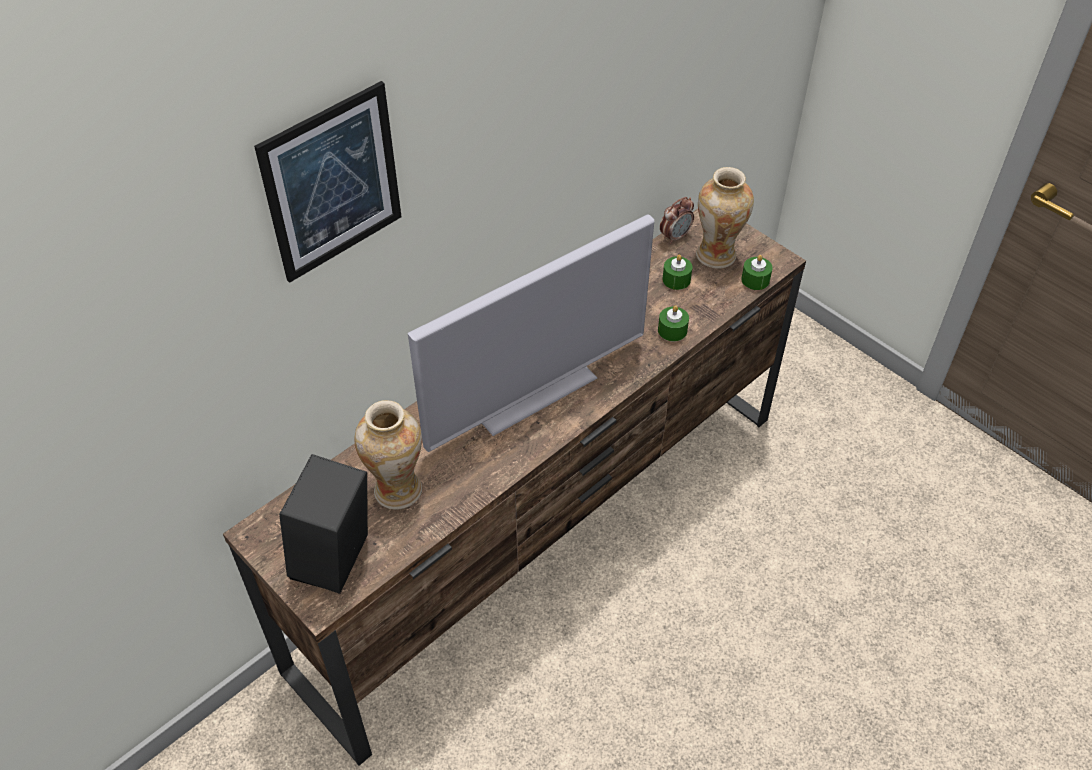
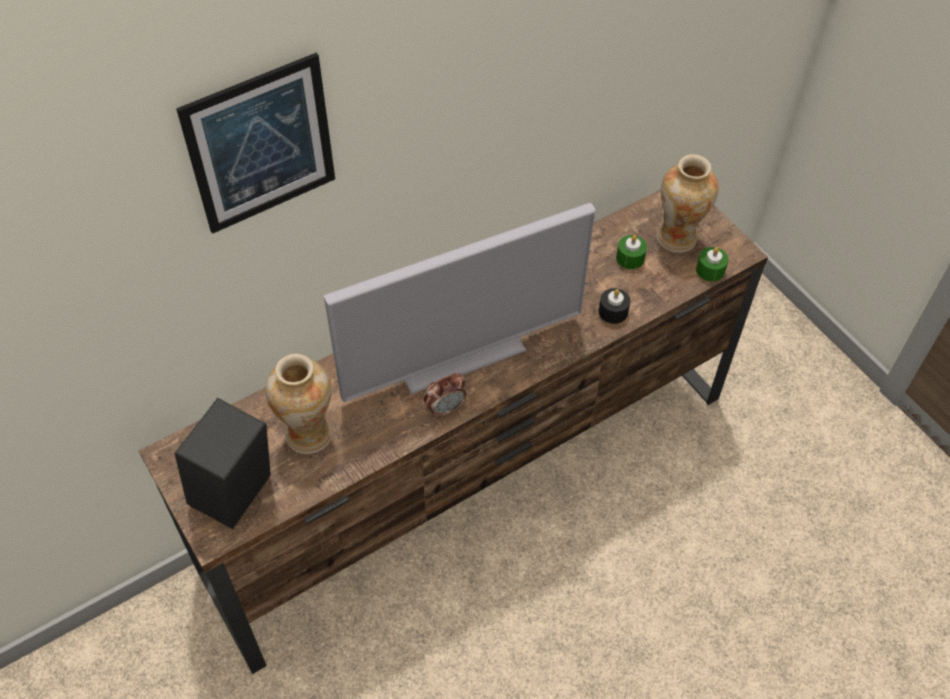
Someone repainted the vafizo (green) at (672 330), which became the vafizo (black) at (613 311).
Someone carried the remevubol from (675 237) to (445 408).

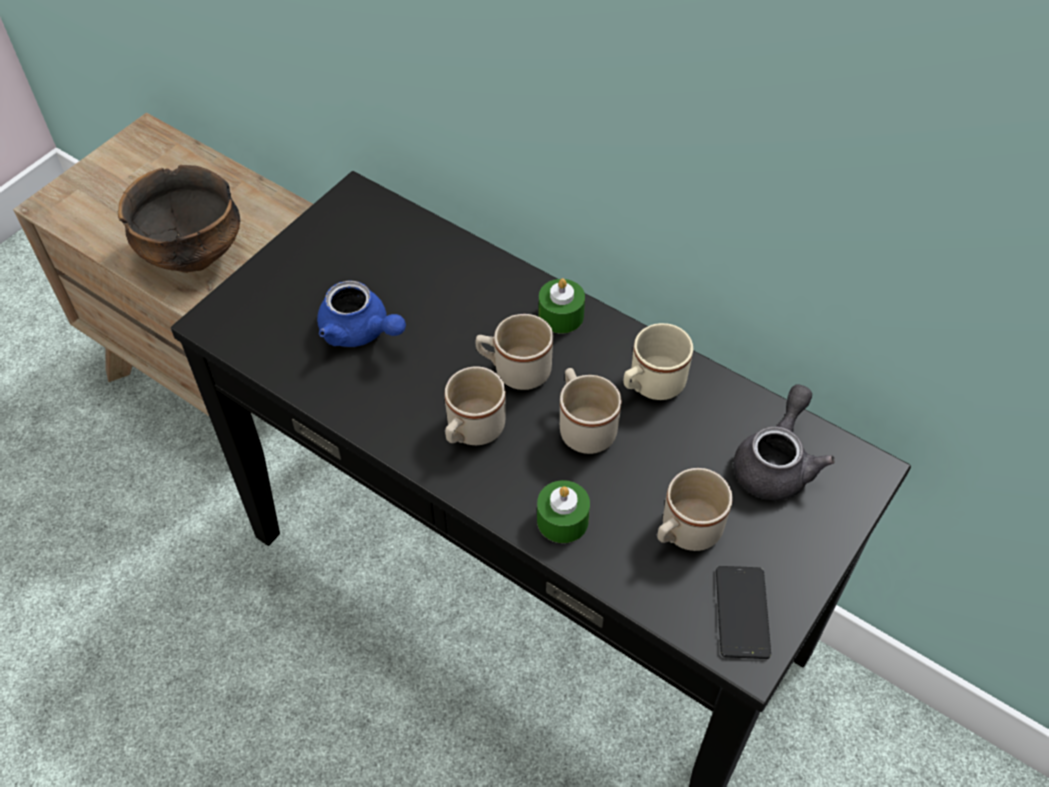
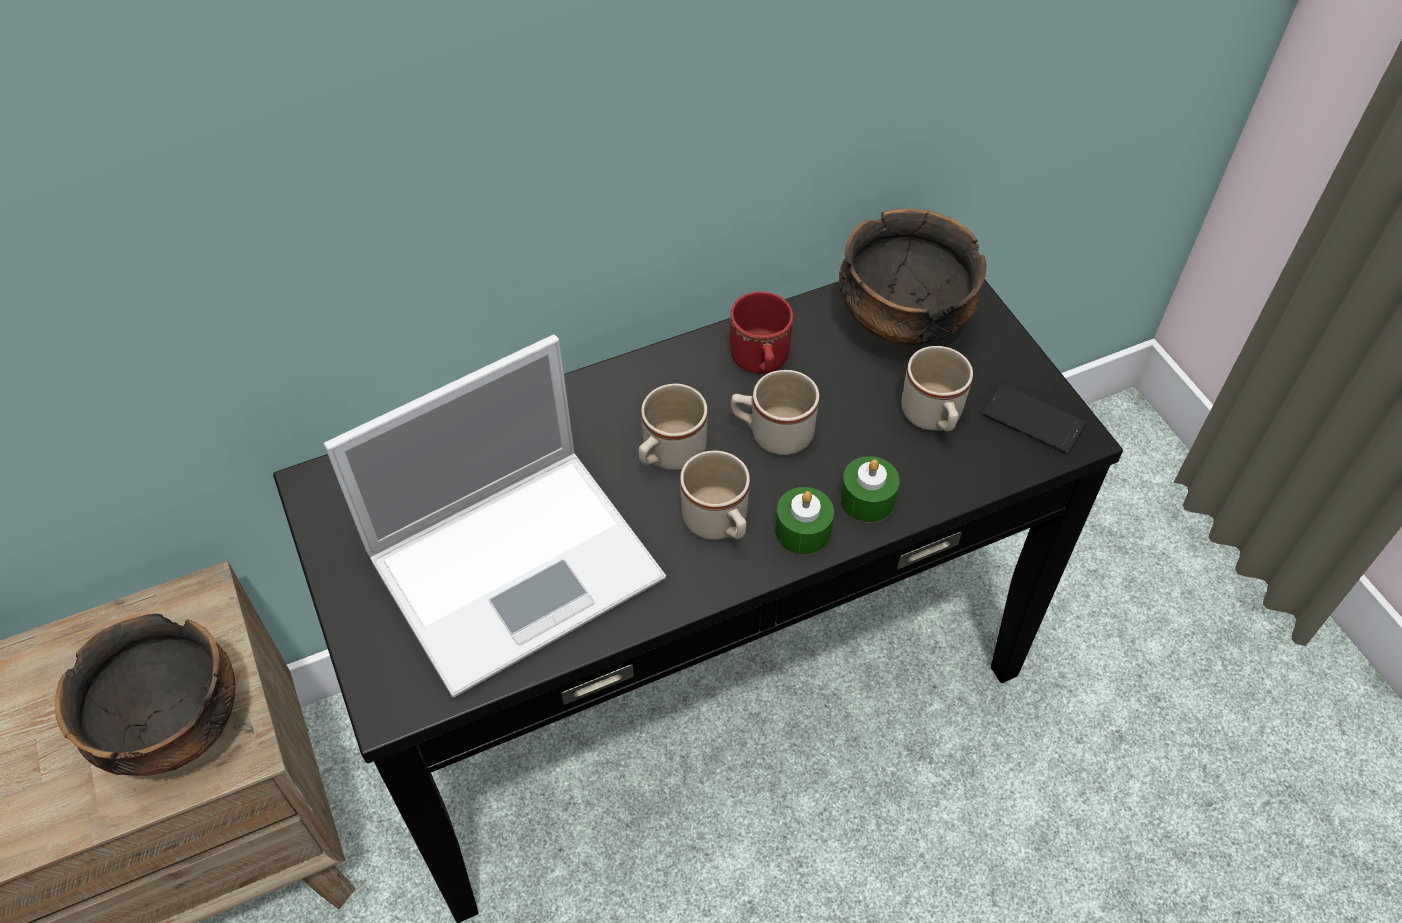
Someone swapped the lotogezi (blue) at (360 332) for the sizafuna at (520 564).
Someone carried the vafizo (green) from (561 315) to (803 530).
Someone repainted the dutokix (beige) at (651 385), which became the dutokix (red) at (760 362).
Someone swapped the lotogezi (grey) at (776 463) for the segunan at (900 321).

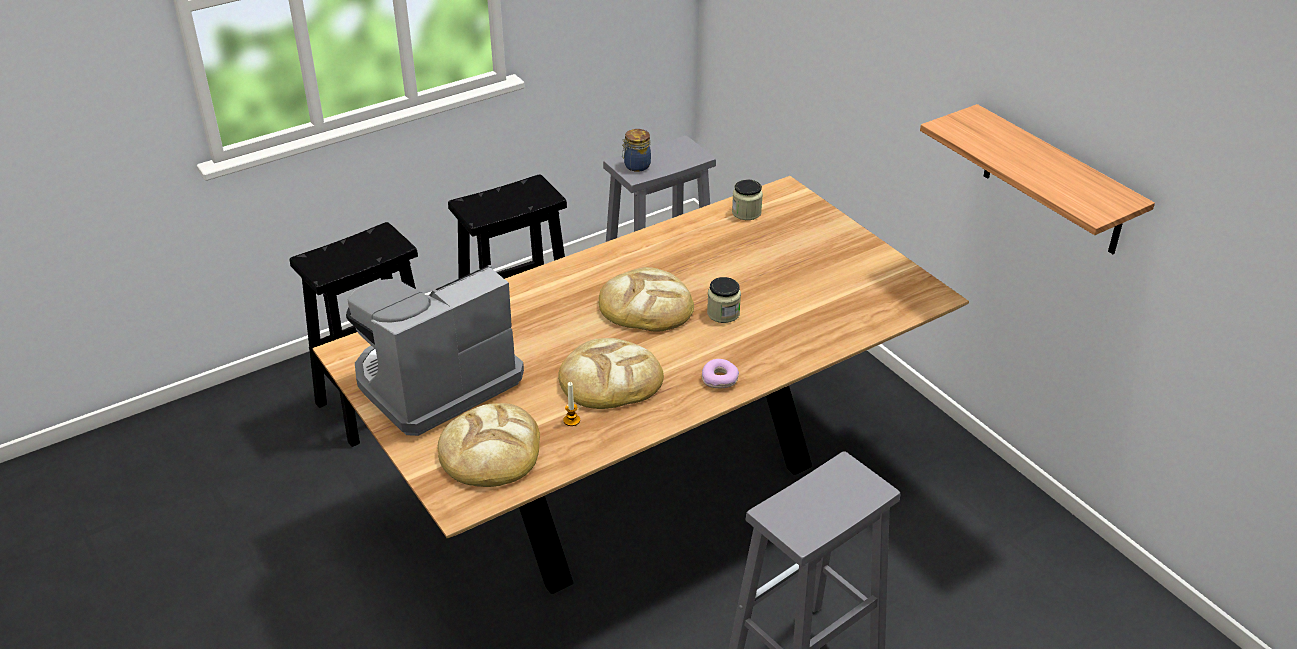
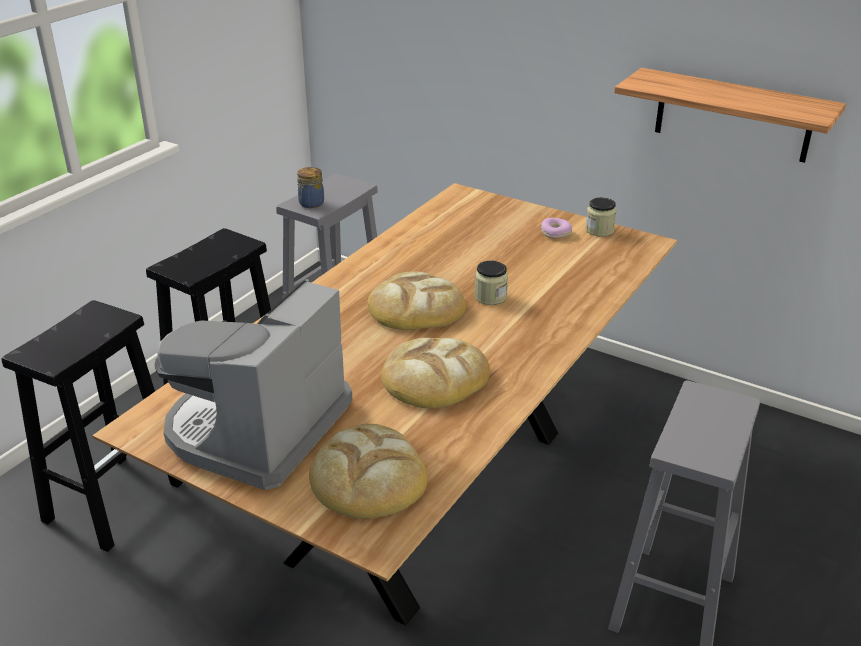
Someone took away the vafizo at (571 420).
Someone carried the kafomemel from (720 379) to (555 233).
Someone carried the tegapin from (746 212) to (599 230).

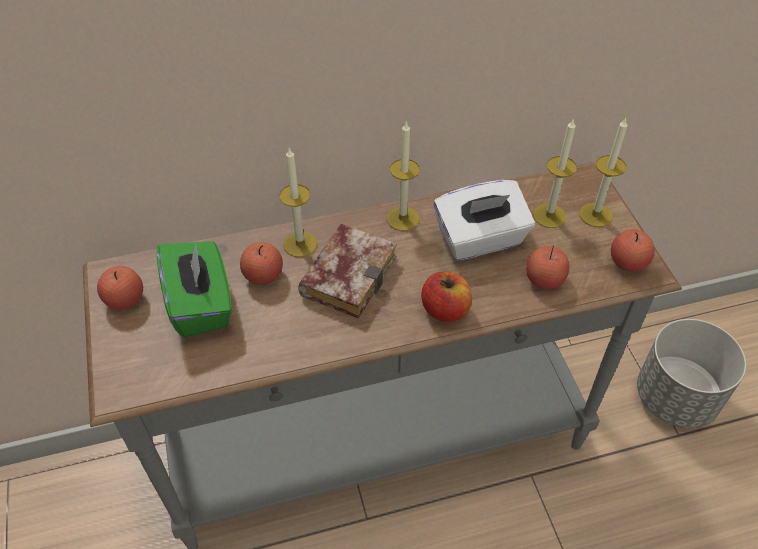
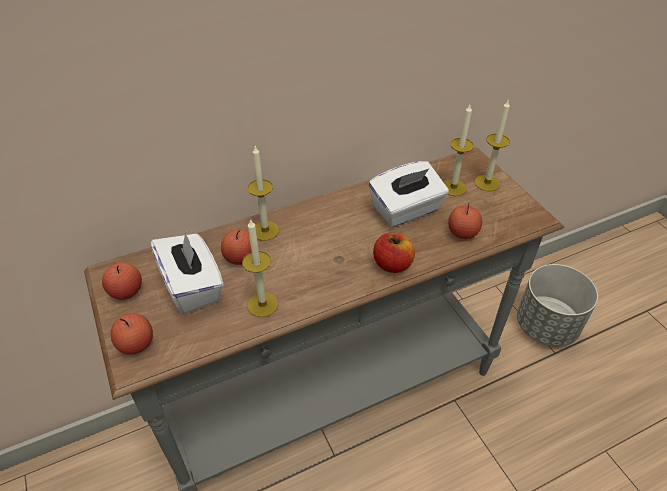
Someone repainted the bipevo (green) at (201 304), which became the bipevo (white) at (192 286).
Someone took away the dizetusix at (348 273).
Someone carried the vafizo from (403 218) to (262 304).
Someone carried the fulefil from (627 262) to (136 344).

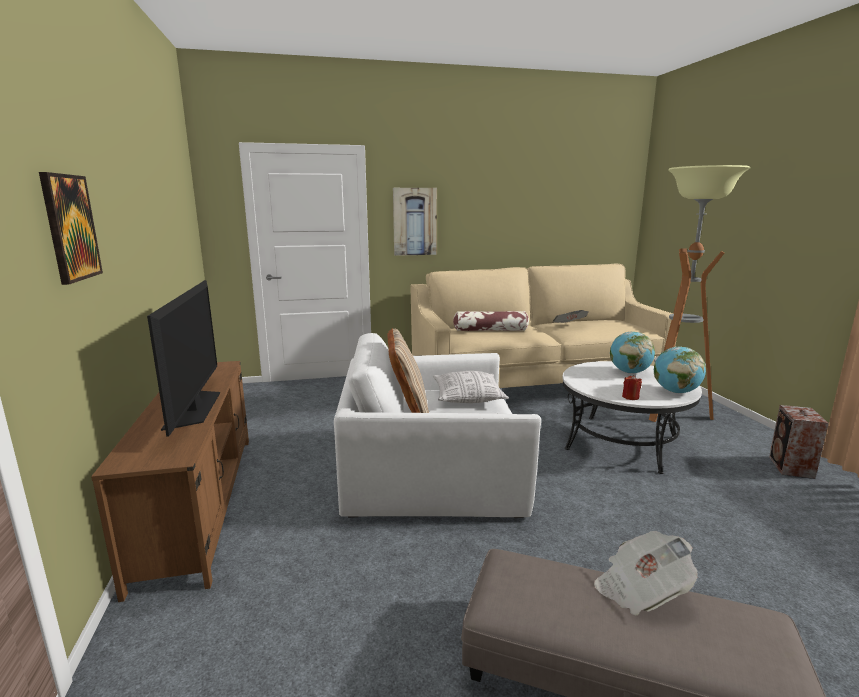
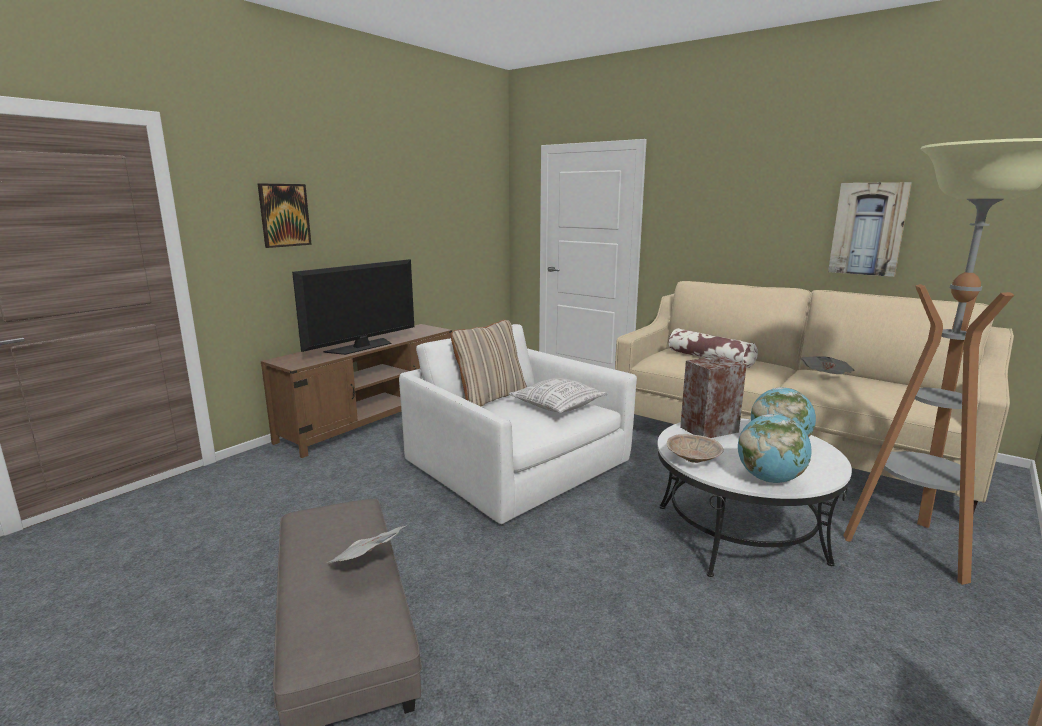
Someone carried the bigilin from (414 221) to (868 229).
Someone swapped the vafizo (red) at (630 397) for the segunan (beige) at (693 460).
Someone carried the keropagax from (791 468) to (707 429).

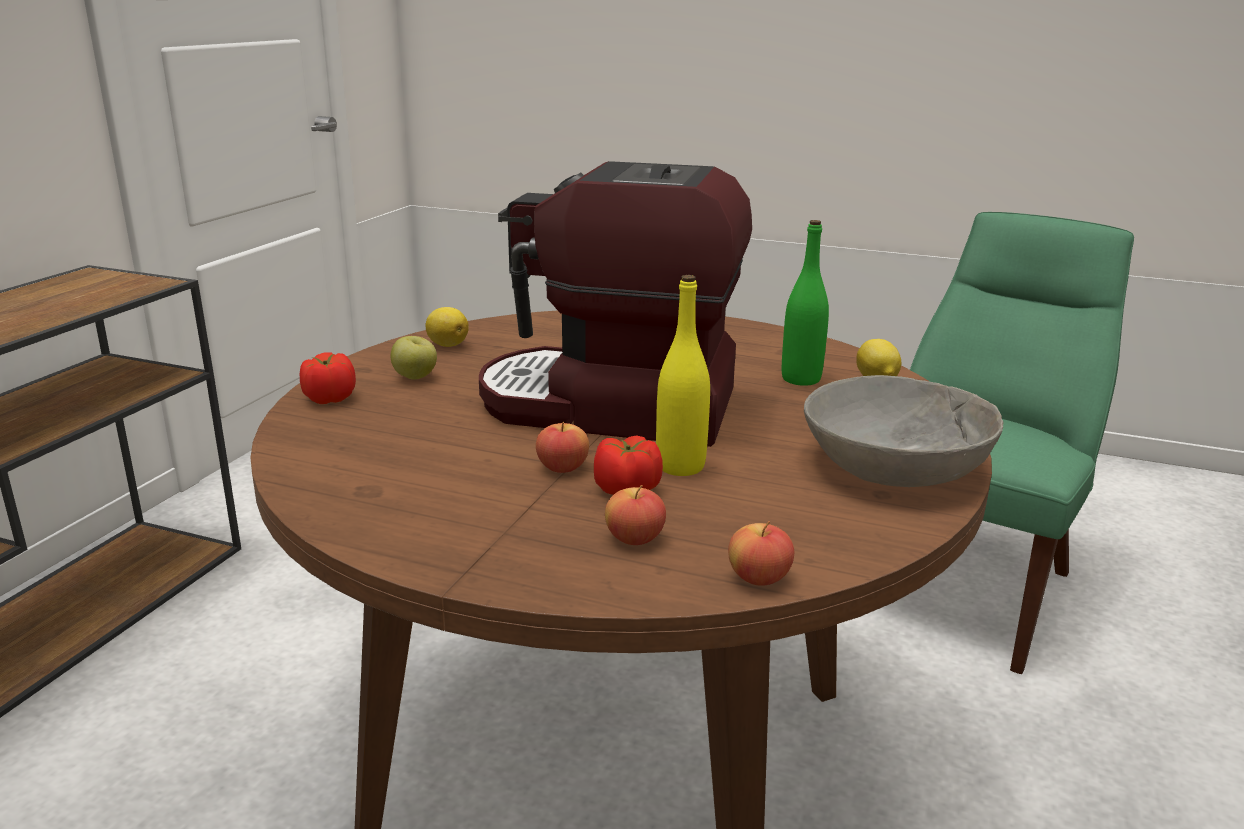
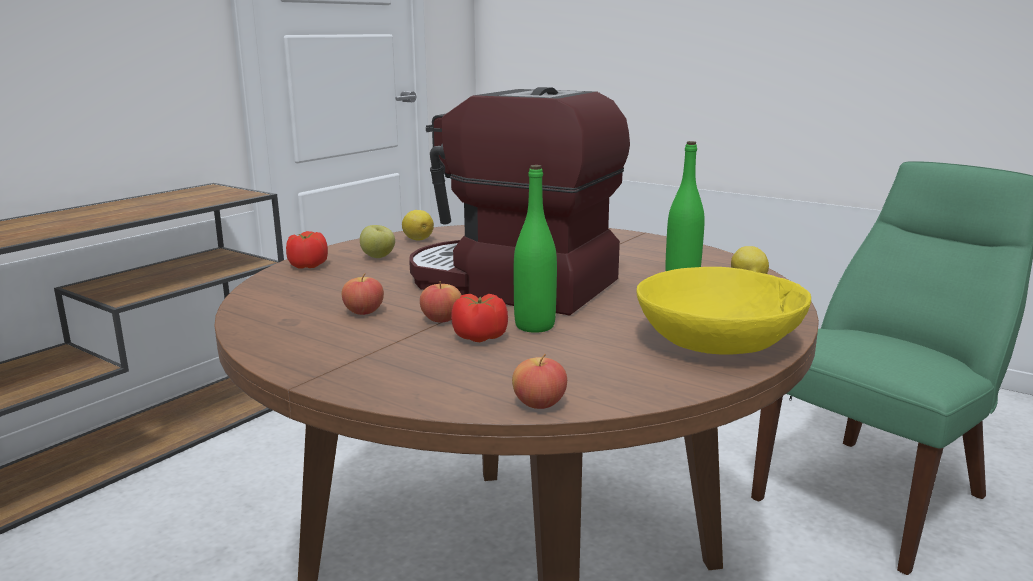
Someone carried the fulefil from (634 538) to (363 312).
Someone repainted the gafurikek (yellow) at (680 466), which became the gafurikek (green) at (534 326).
Someone repainted the segunan (grey) at (894 466), which became the segunan (yellow) at (717 340).

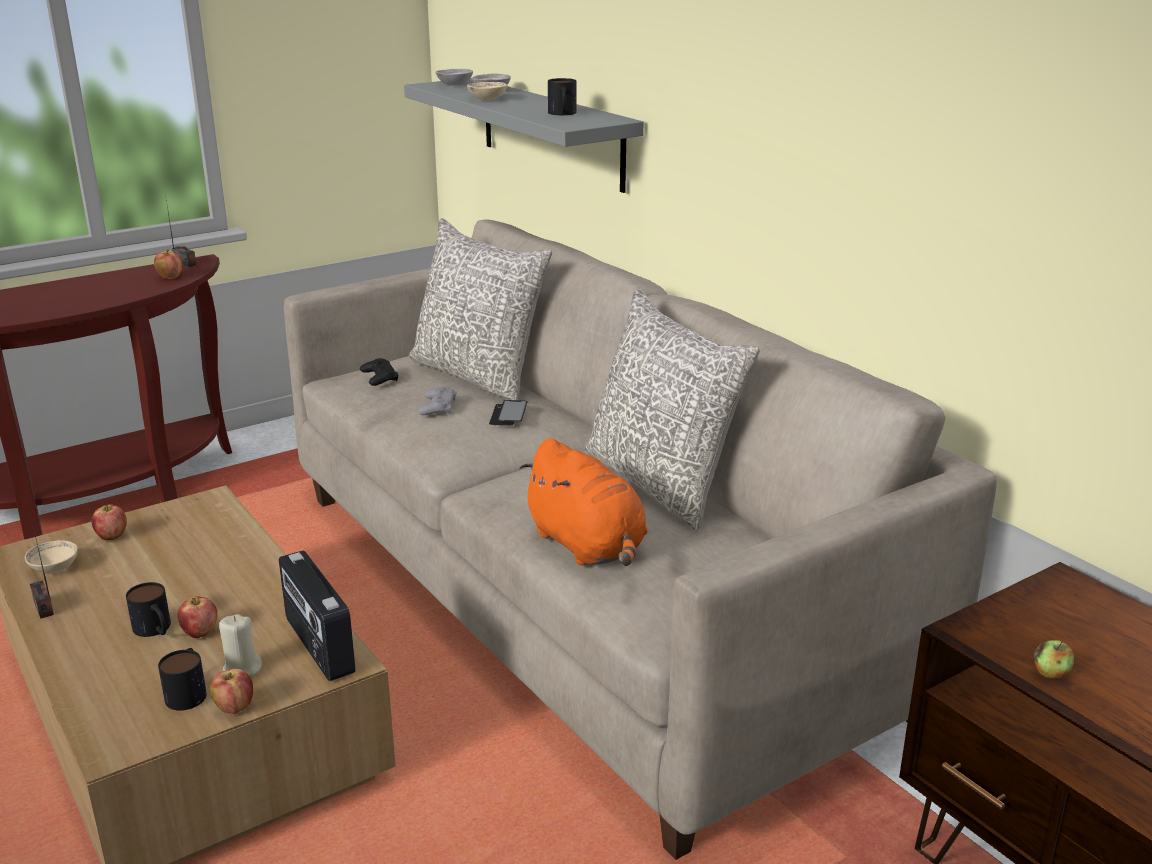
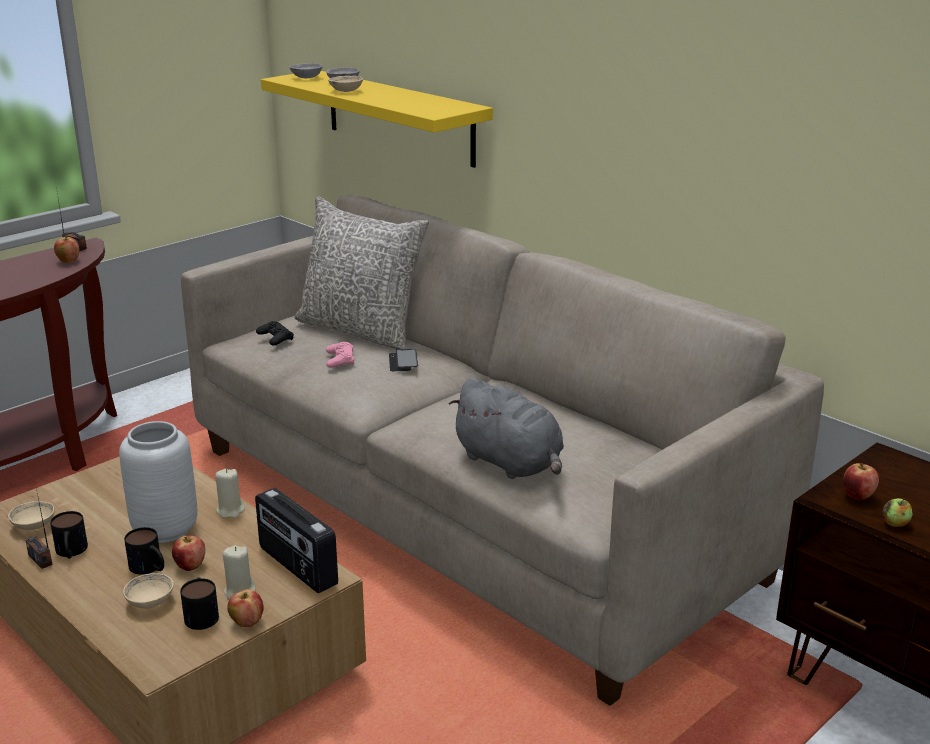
Someone carried the fulefil from (112 537) to (857 496).
Someone repainted the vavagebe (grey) at (551 132), which became the vavagebe (yellow) at (399 117).
Someone repainted the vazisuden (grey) at (438 407), which became the vazisuden (pink) at (340 359).
Someone repainted the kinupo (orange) at (588 546), which became the kinupo (grey) at (511 463).
Someone carried the dutokix from (562 114) to (71 552).
Someone took away the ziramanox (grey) at (661 483).
Someone put down the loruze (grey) at (164 530).
Someone put down the segunan (beige) at (150 601).
Someone put down the vafizo (beige) at (231 511).

